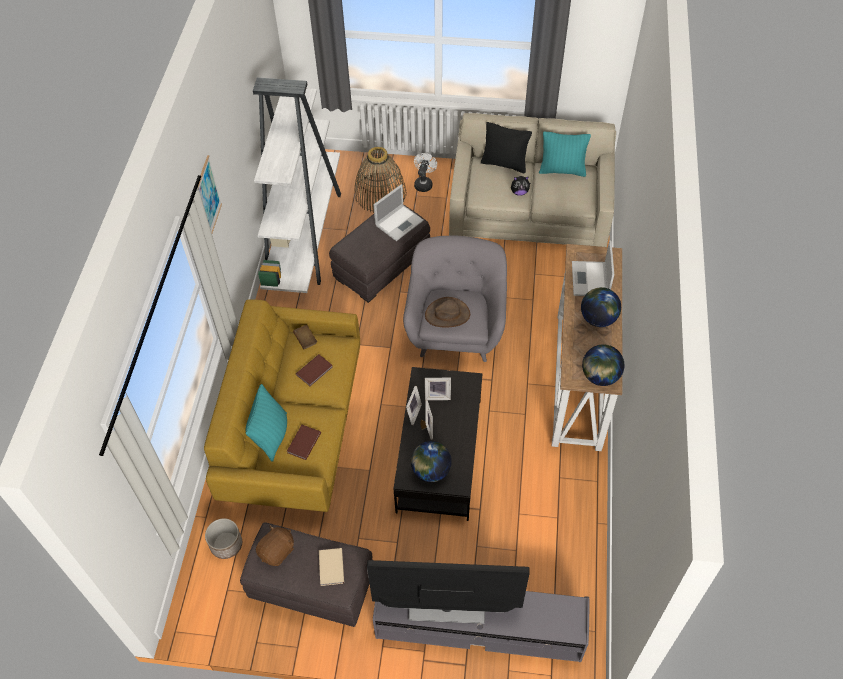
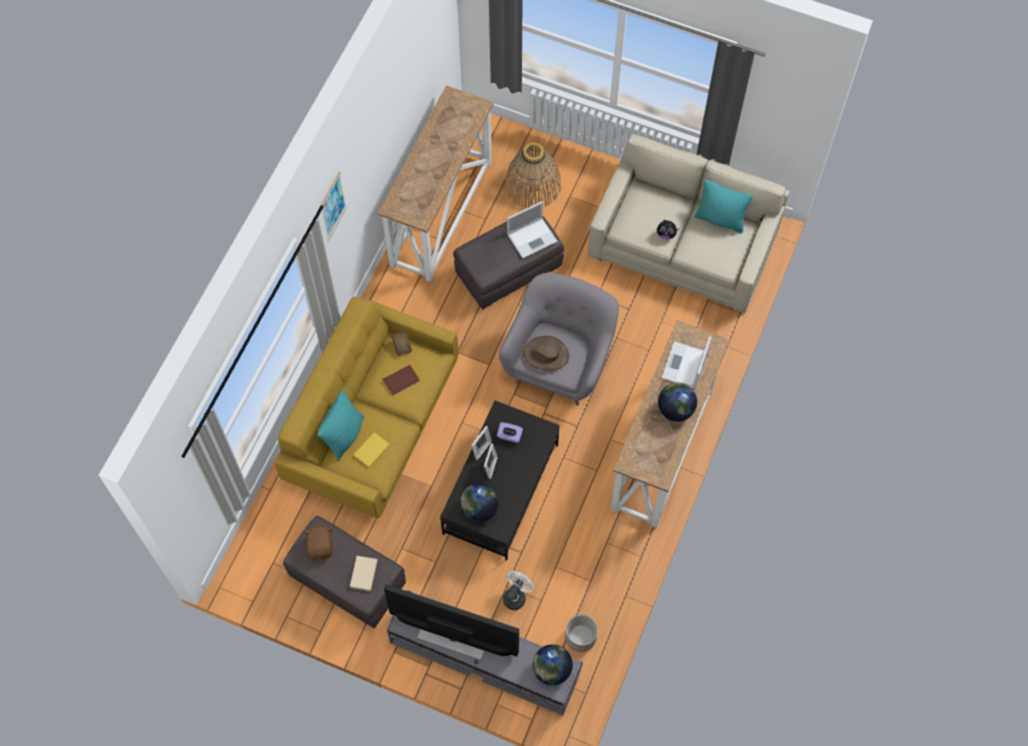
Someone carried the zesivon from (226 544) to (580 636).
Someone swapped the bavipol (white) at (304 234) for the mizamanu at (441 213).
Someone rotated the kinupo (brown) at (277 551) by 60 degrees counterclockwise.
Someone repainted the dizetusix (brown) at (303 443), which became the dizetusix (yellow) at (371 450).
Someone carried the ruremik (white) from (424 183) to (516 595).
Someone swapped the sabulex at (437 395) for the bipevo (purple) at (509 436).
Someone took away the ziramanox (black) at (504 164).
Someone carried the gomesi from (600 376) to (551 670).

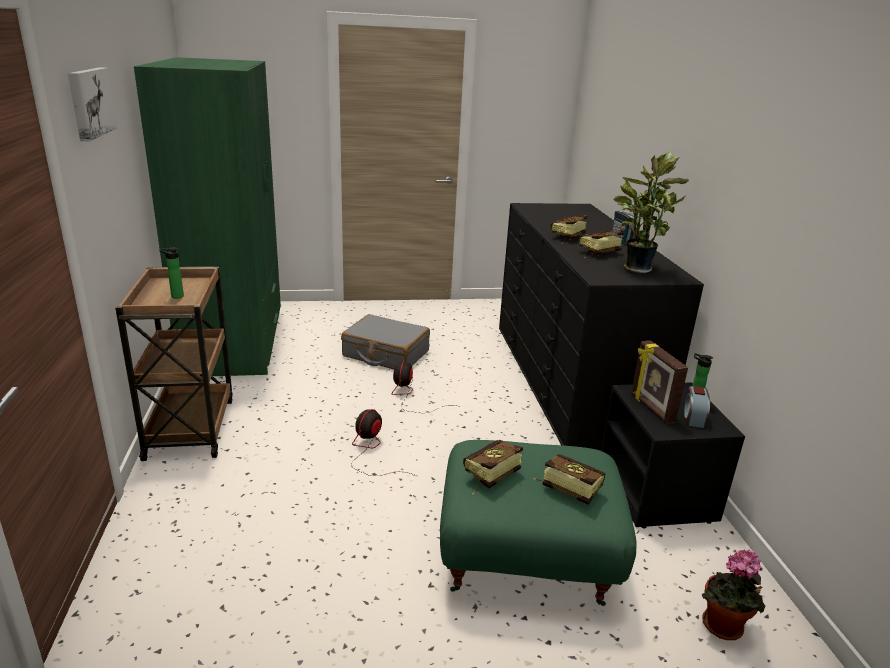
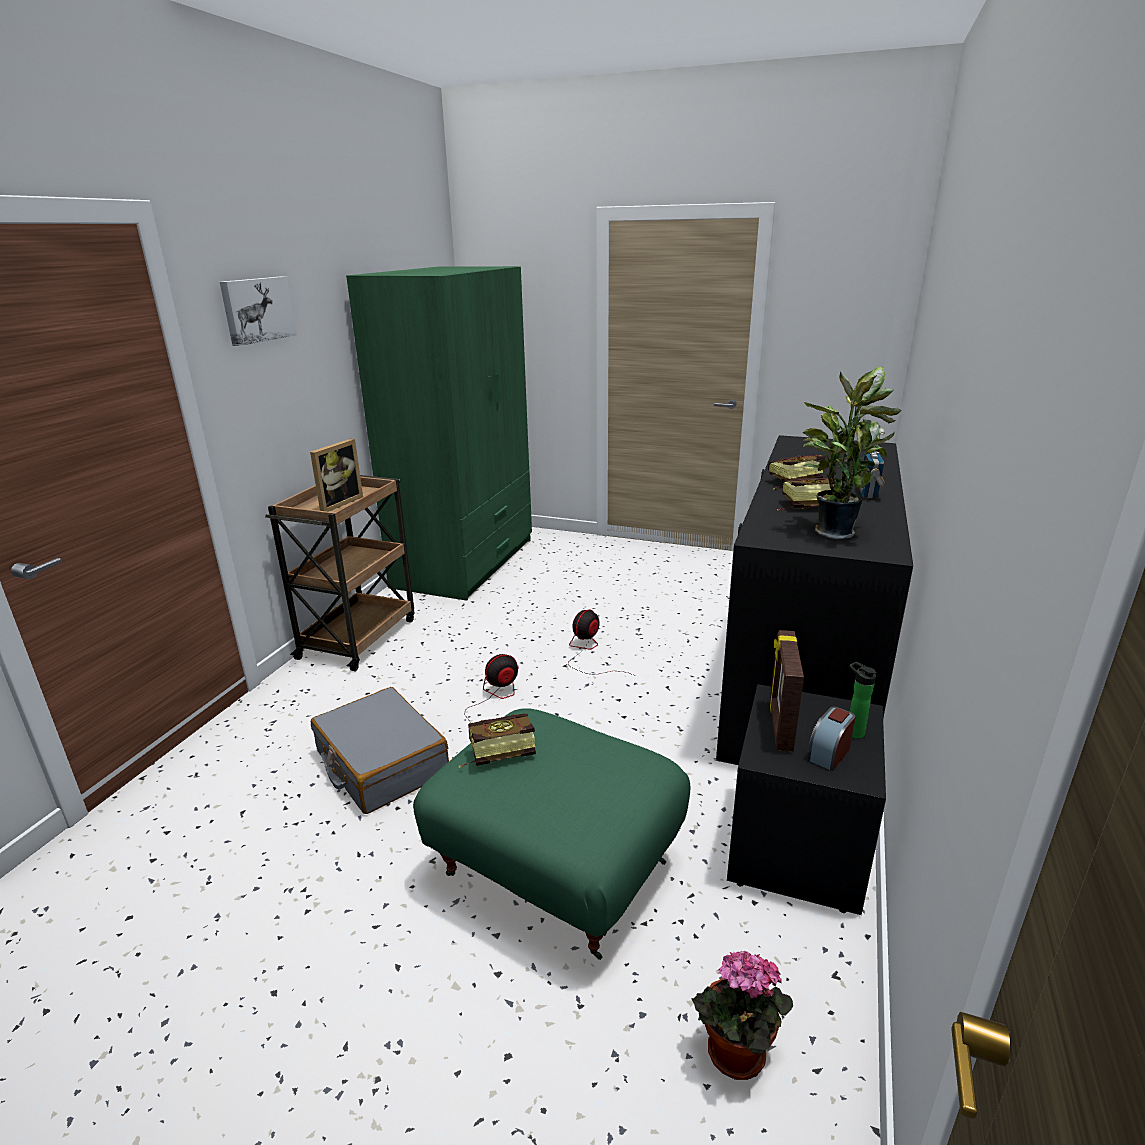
Someone swapped the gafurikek at (175 296) for the sabulex at (337 503).
Someone carried the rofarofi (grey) from (385 354) to (381 763).
Someone took away the dizetusix at (566 487).

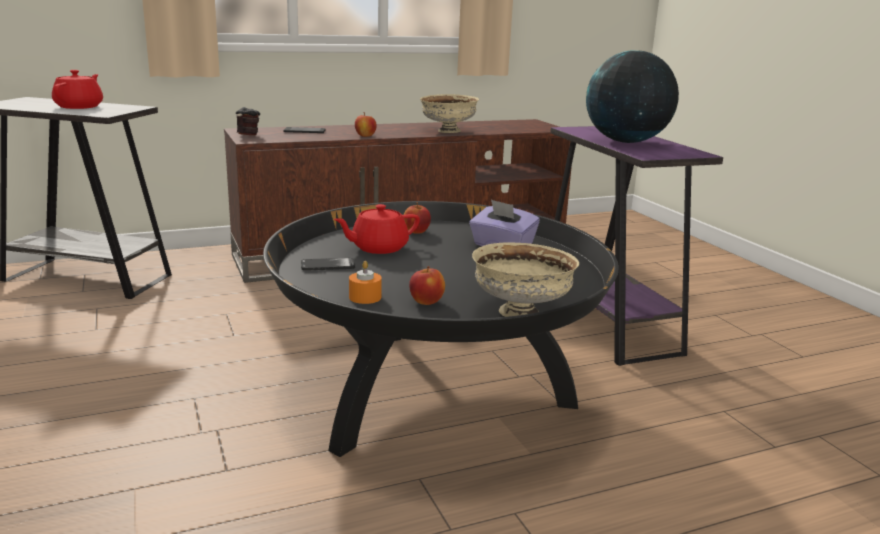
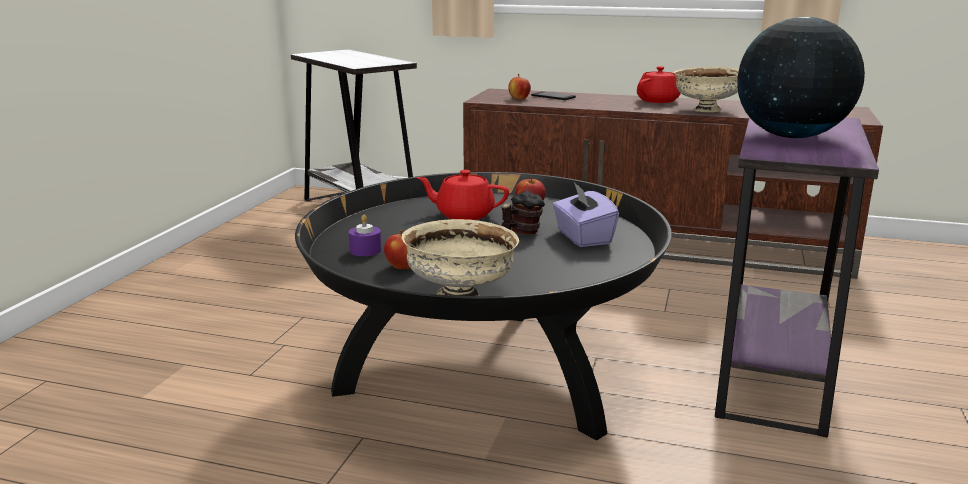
Someone carried the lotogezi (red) from (80 107) to (658 100).
Someone carried the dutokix from (246 135) to (521 232).
Someone took away the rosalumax at (328 266).
Someone repainted the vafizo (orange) at (365 297), which became the vafizo (purple) at (365 250).
Someone carried the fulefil from (365 136) to (519 98).

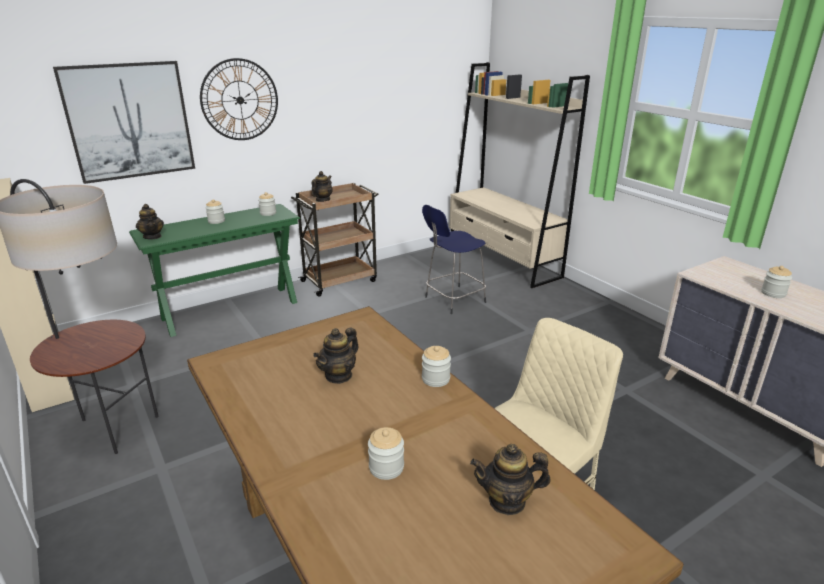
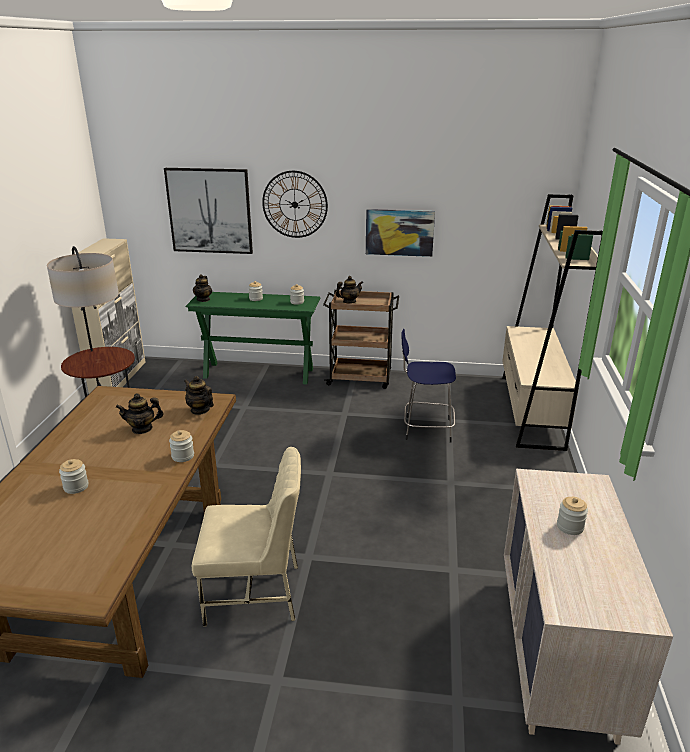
Someone carried the lotogezi from (507 501) to (200 410).
Someone put up the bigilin at (399 232).

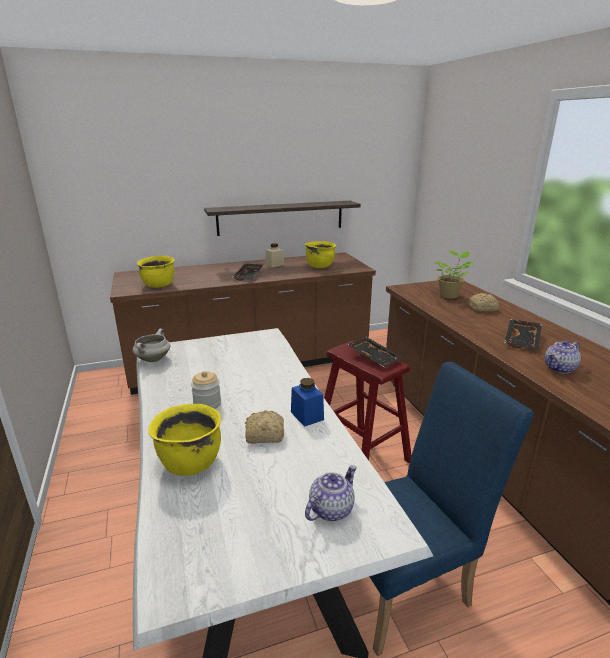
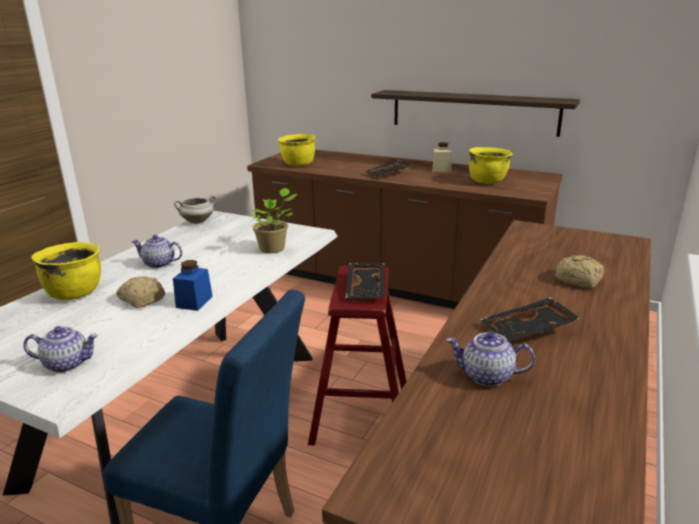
Someone swapped the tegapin at (207 404) for the lotogezi at (159 264).
Someone carried the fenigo from (449 295) to (274 249).

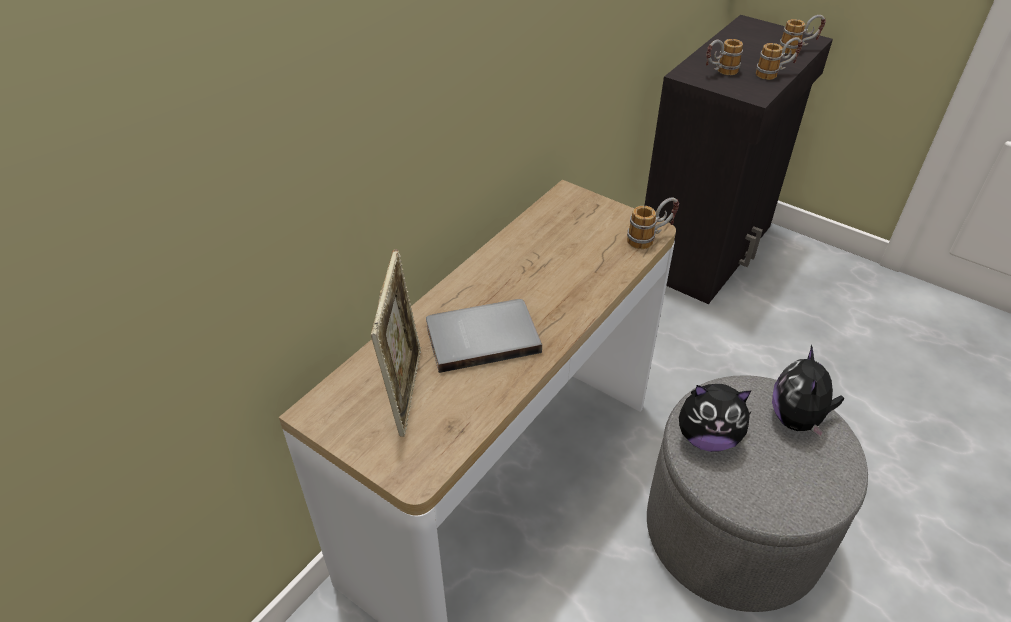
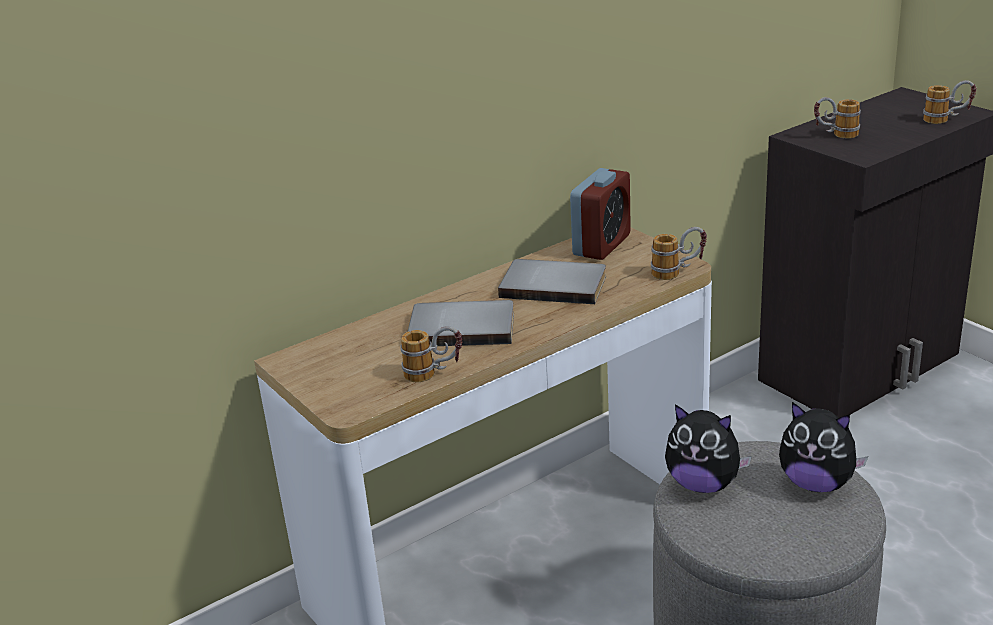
Someone took away the sabulex at (405 390).
Someone carried the dutokix from (775 74) to (434 374).
Someone rotated the kinupo at (797 419) by 90 degrees counterclockwise.
Someone put down the dizetusix (grey) at (554 284).
Someone put down the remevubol at (602 245).

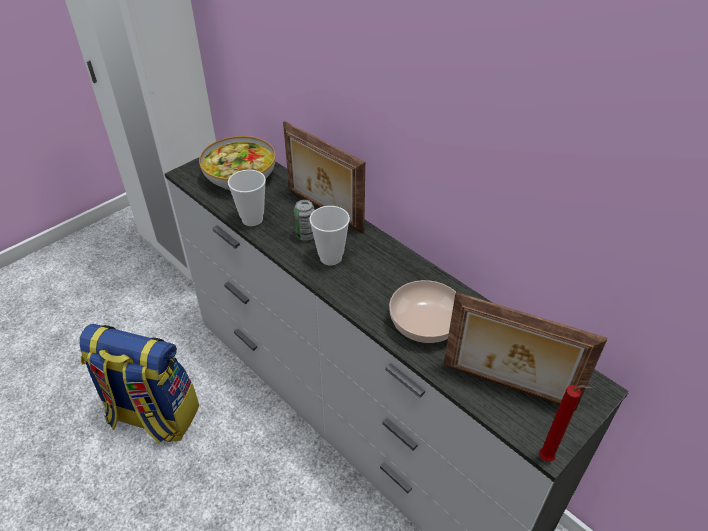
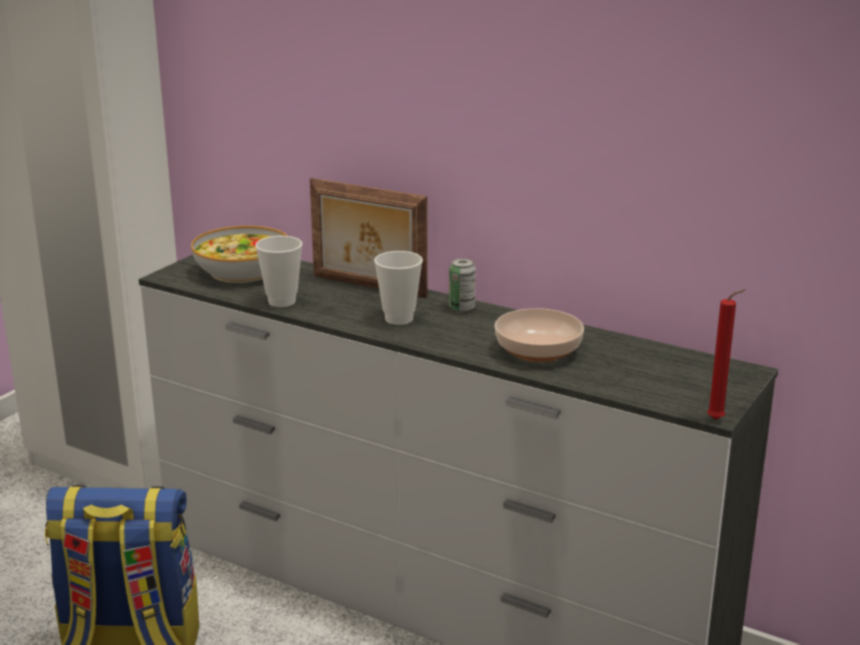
Someone carried the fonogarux from (306 235) to (462 308).
Someone took away the sabulex at (507 388).

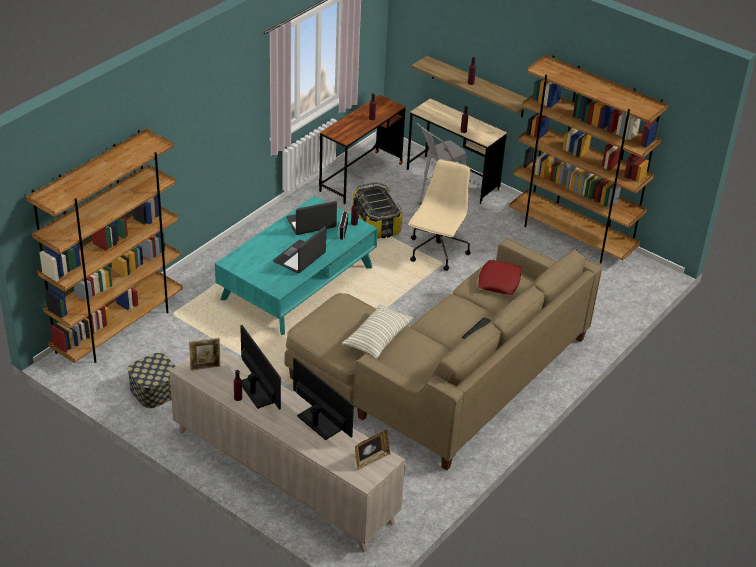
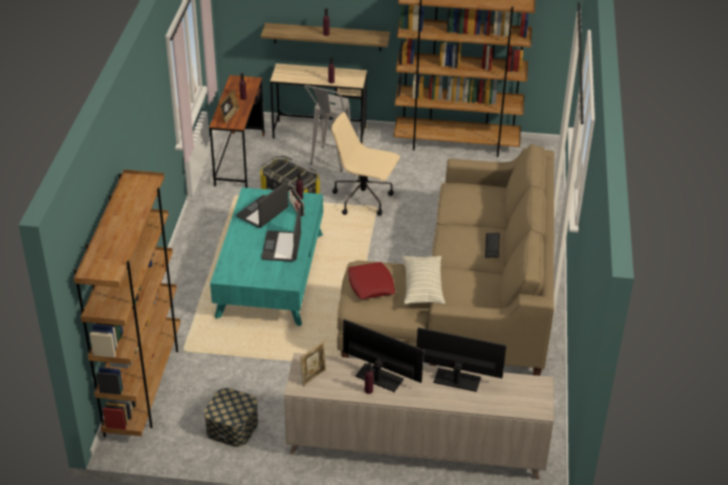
Someone carried the sabulex from (371 460) to (229 116).
Someone rotated the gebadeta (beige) at (437 252) by 60 degrees counterclockwise.
Someone carried the ziramanox (red) from (499 281) to (371 285).

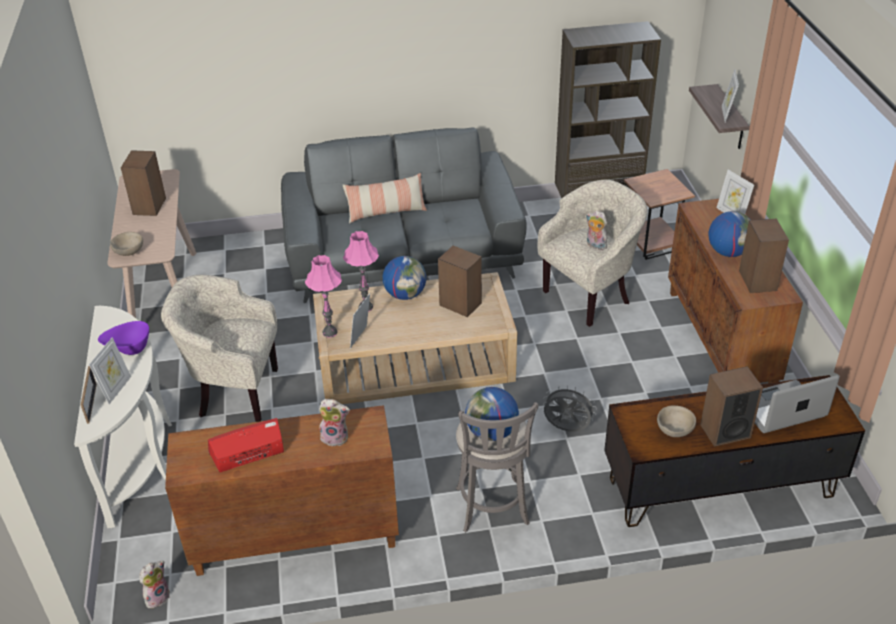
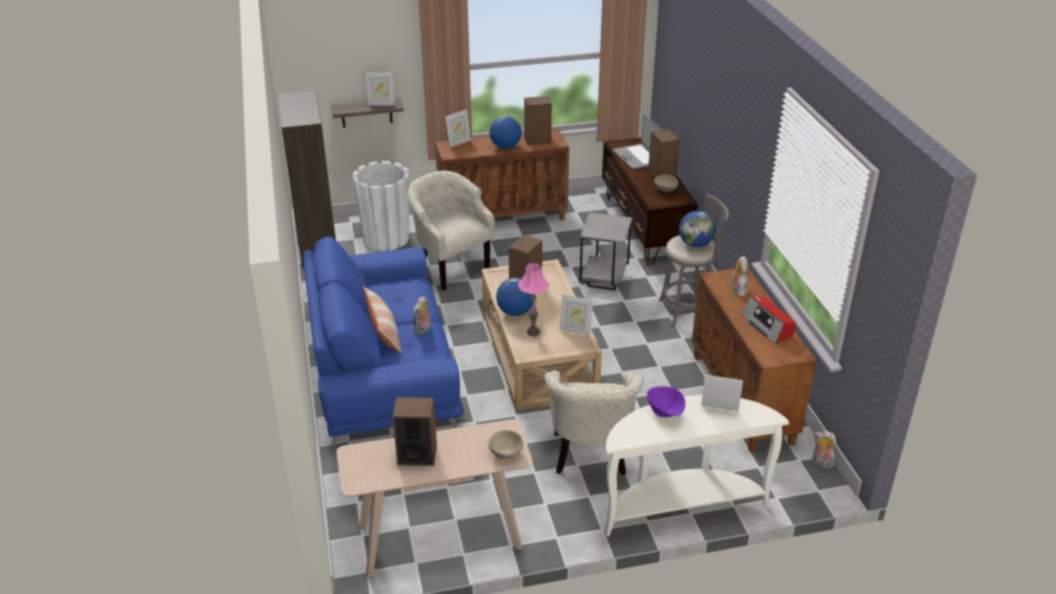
Someone took away the sabulex at (91 403).
Someone repainted the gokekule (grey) at (403 255), which became the gokekule (blue) at (382 369).
Someone took away the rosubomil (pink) at (330 332).
Someone swapped the ruremik (grey) at (566 429) for the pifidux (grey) at (604 281).
Someone carried the kinupo from (595 245) to (423 330).
Someone swapped the pifidux (brown) at (652 247) for the zesivon (white) at (386 238).

